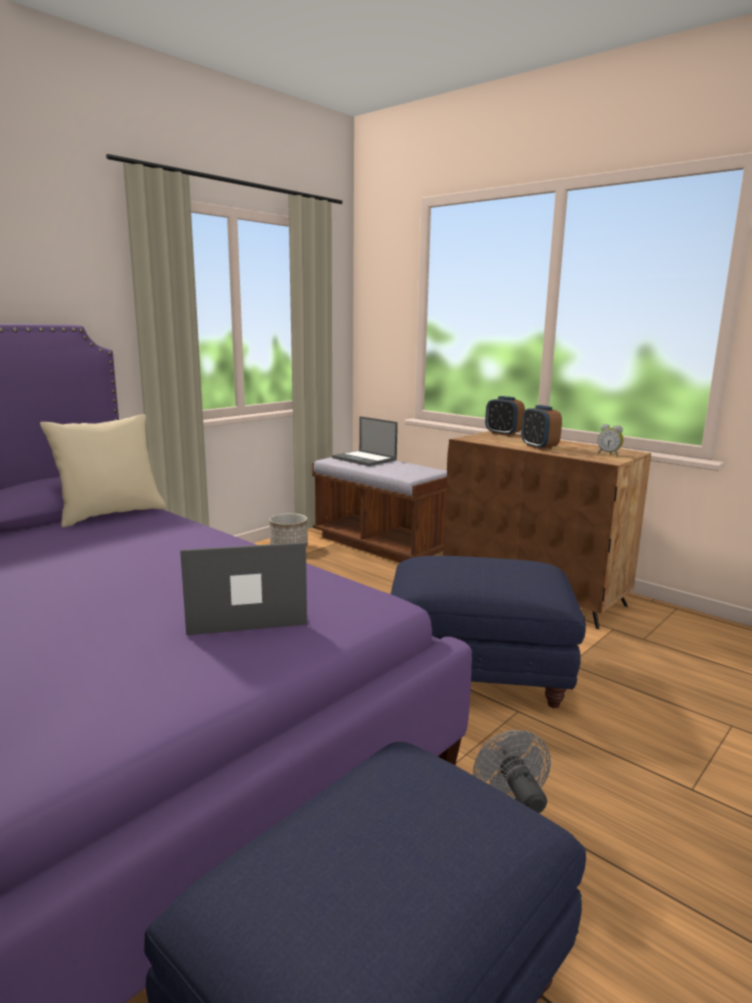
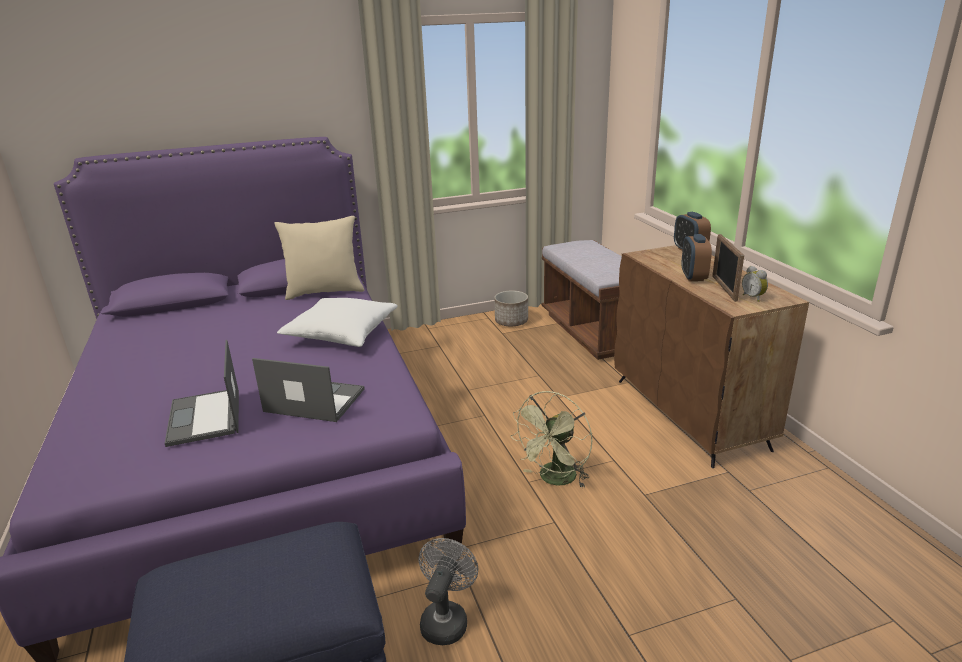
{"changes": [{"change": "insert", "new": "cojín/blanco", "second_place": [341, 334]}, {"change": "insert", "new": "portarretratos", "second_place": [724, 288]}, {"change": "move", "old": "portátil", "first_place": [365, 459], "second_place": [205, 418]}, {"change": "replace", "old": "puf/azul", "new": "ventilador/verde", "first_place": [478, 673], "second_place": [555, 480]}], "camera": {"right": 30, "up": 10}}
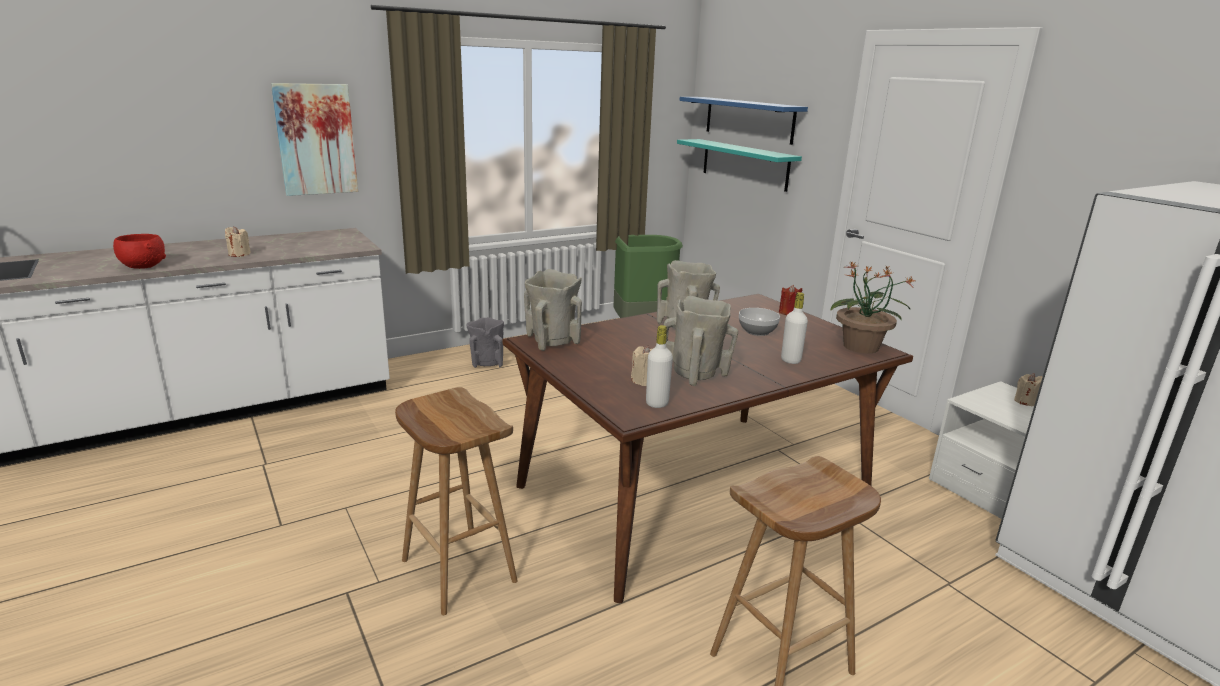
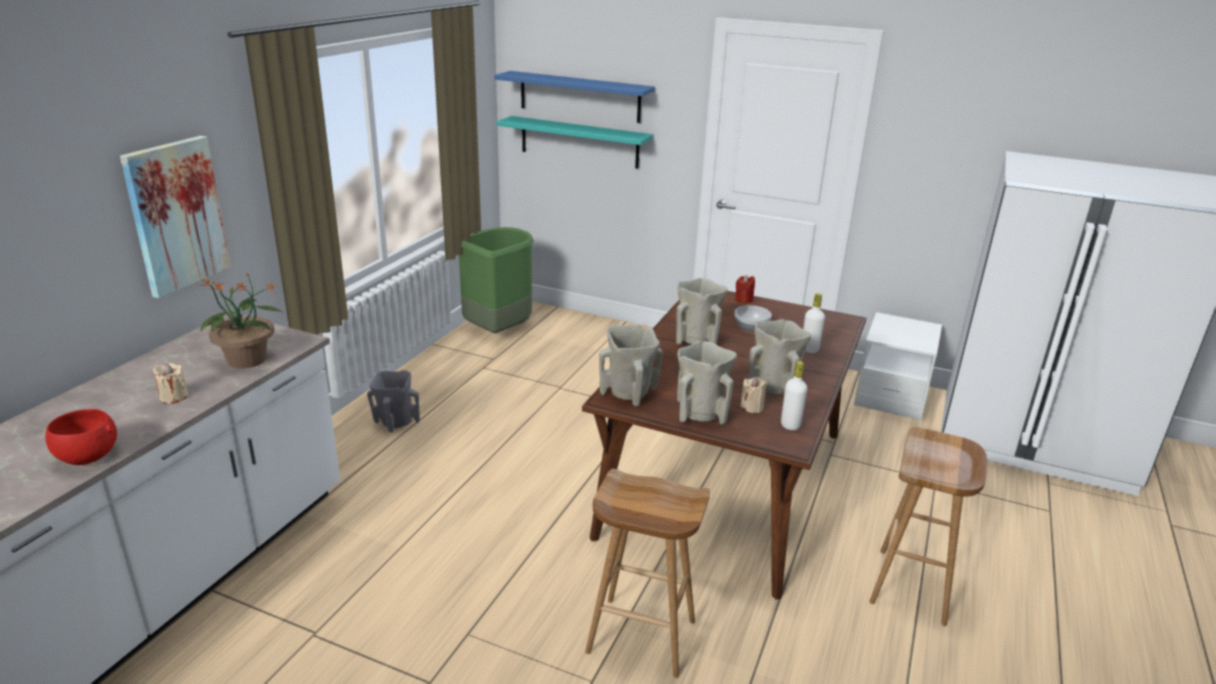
{"changes": [{"change": "delete", "old": "vela/beis", "first_place": [1025, 402]}, {"change": "insert", "new": "florero/beis", "second_place": [701, 413]}, {"change": "move", "old": "planta en maceta", "first_place": [861, 347], "second_place": [247, 360]}], "camera": {"right": -35, "up": 5}}
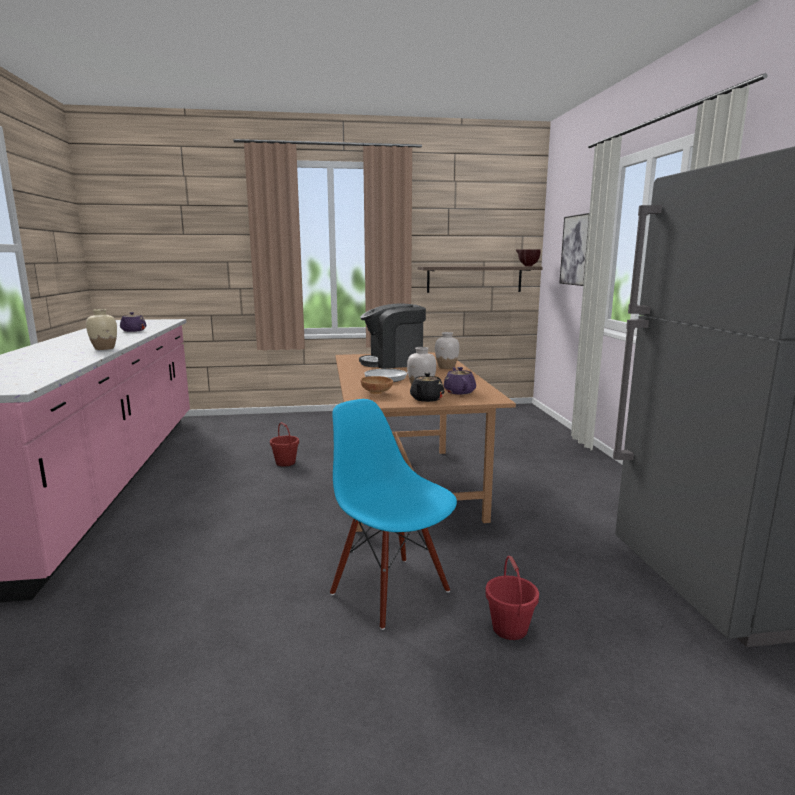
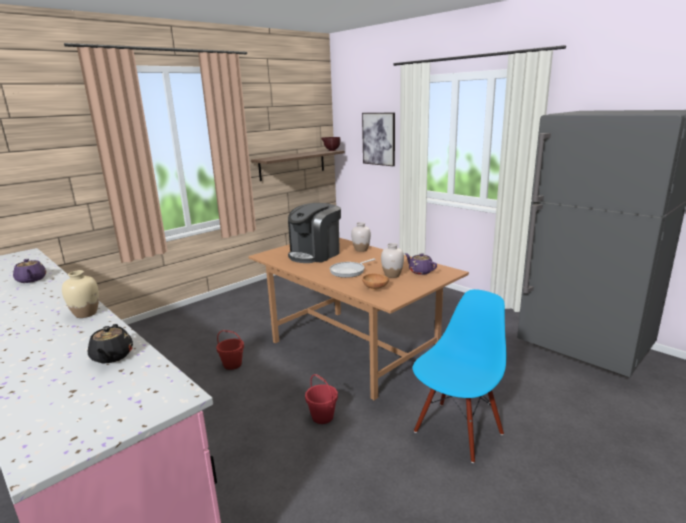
{"changes": [{"change": "move", "old": "tetera/negro", "first_place": [426, 399], "second_place": [112, 356]}, {"change": "move", "old": "cubo/rojo", "first_place": [509, 628], "second_place": [322, 417]}, {"change": "rotate", "old": "silla/azul", "first_place": [391, 591], "second_place": [457, 431], "degrees": 120}], "camera": {"right": -35, "up": 5}}
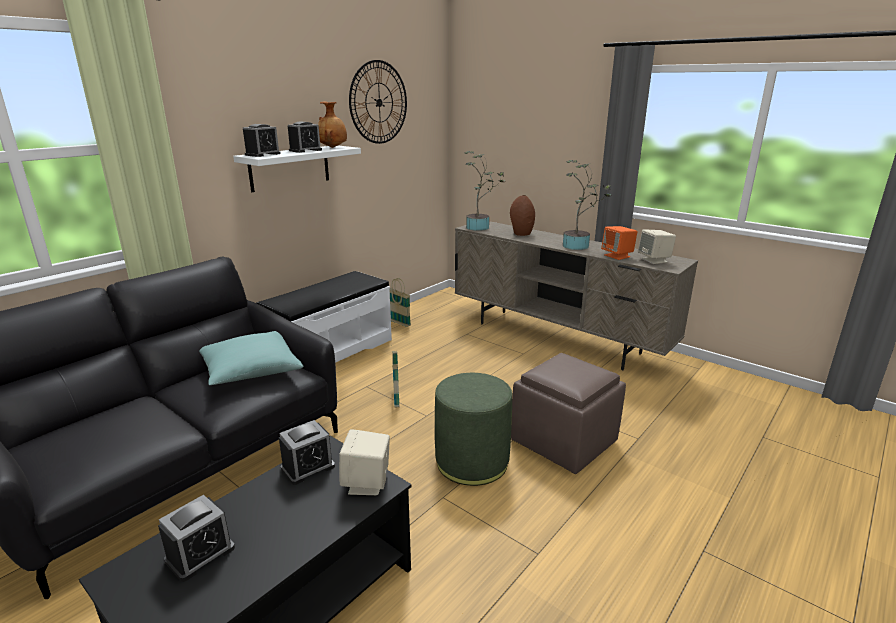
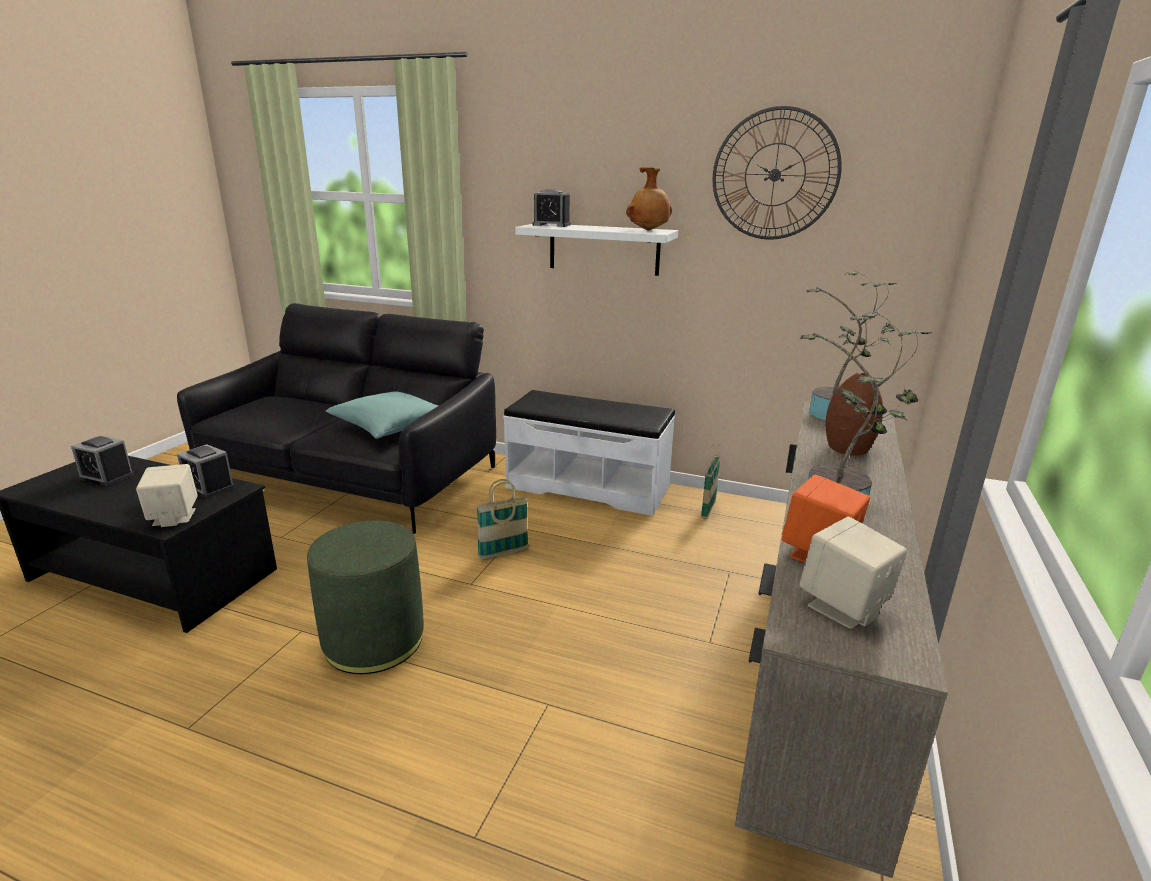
{"changes": [{"change": "delete", "old": "despertador", "first_place": [305, 150]}, {"change": "delete", "old": "puf/marrón", "first_place": [565, 441]}], "camera": {"right": 70, "up": 0}}
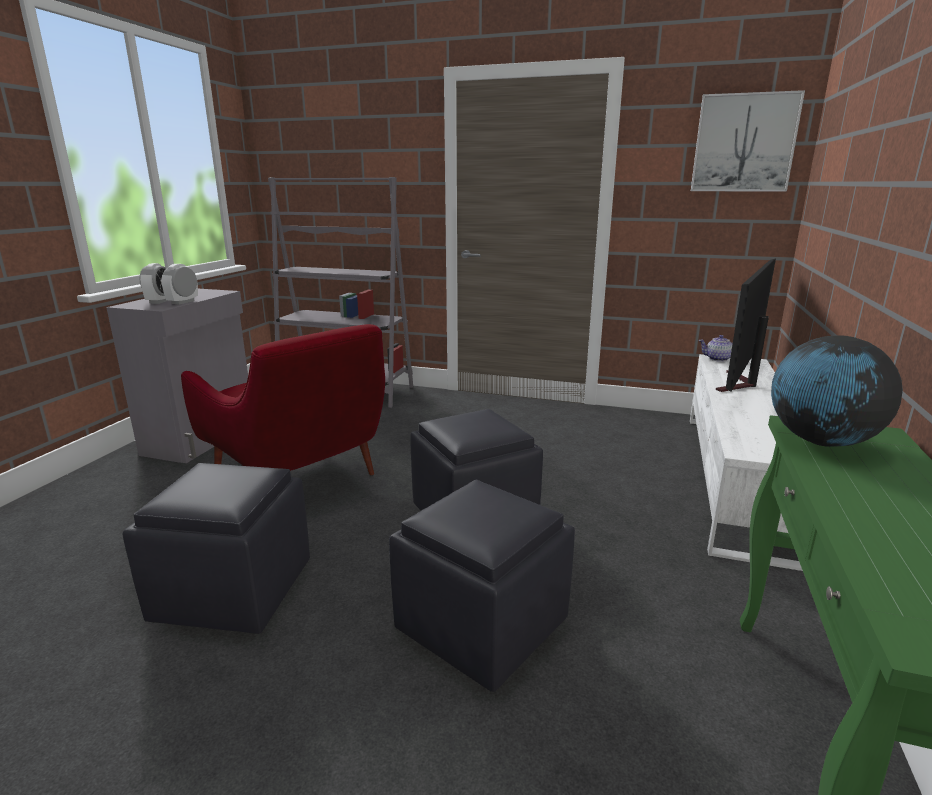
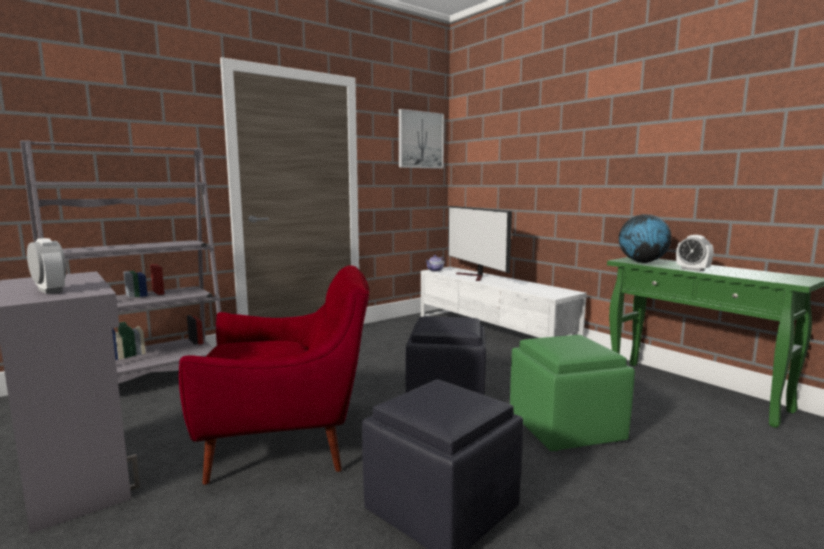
{"changes": [{"change": "move", "old": "despertador", "first_place": [183, 302], "second_place": [692, 269]}, {"change": "recolor", "old": "puf/negro", "new": "puf/verde", "first_place": [482, 626], "second_place": [567, 428]}], "camera": {"right": -55, "up": -10}}
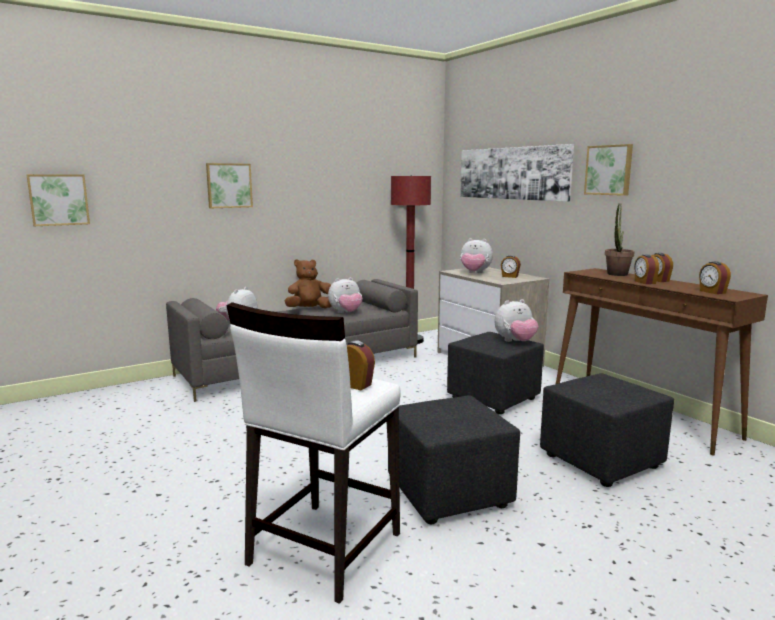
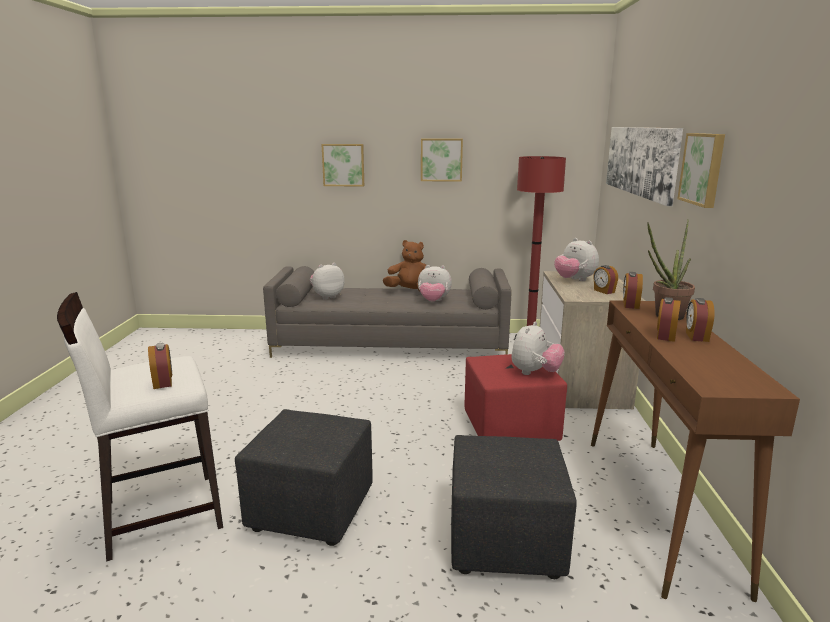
{"changes": [{"change": "move", "old": "cuadro", "first_place": [58, 199], "second_place": [441, 159]}, {"change": "move", "old": "despertador", "first_place": [712, 292], "second_place": [630, 305]}, {"change": "recolor", "old": "puf/negro", "new": "puf/rojo", "first_place": [494, 398], "second_place": [511, 430]}, {"change": "rotate", "old": "peluche", "first_place": [515, 342], "second_place": [535, 373], "degrees": -75}], "camera": {"right": 35, "up": 5}}
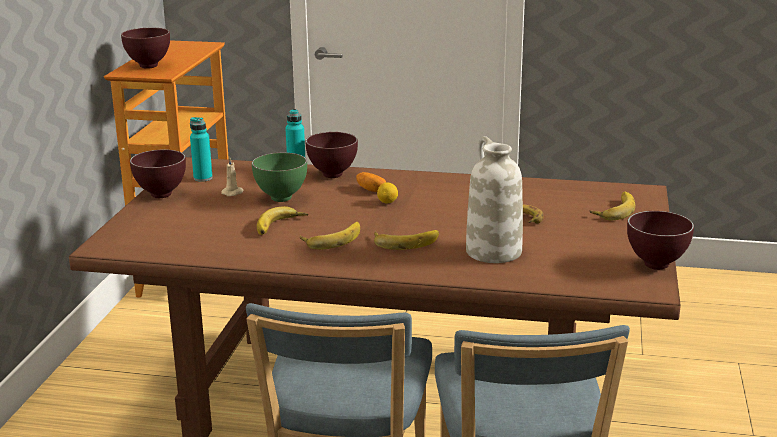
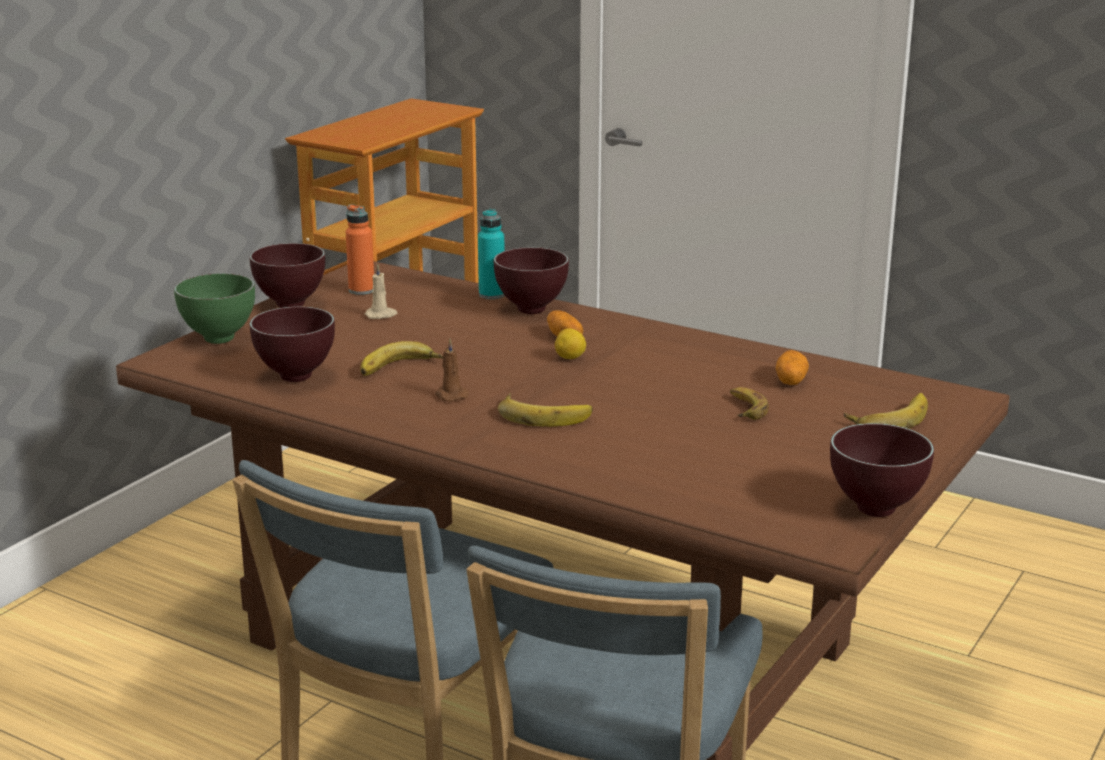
{"changes": [{"change": "delete", "old": "florero/blanco", "first_place": [492, 251]}, {"change": "insert", "new": "patata", "second_place": [790, 380]}, {"change": "move", "old": "cuenco/marrón", "first_place": [150, 66], "second_place": [297, 377]}, {"change": "move", "old": "cuenco/verde", "first_place": [281, 198], "second_place": [220, 339]}, {"change": "replace", "old": "plátano", "new": "vela/marrón", "first_place": [332, 238], "second_place": [450, 395]}, {"change": "recolor", "old": "botella/turquesa", "new": "botella/naranja", "first_place": [203, 178], "second_place": [361, 290]}], "camera": {"right": 20, "up": 0}}
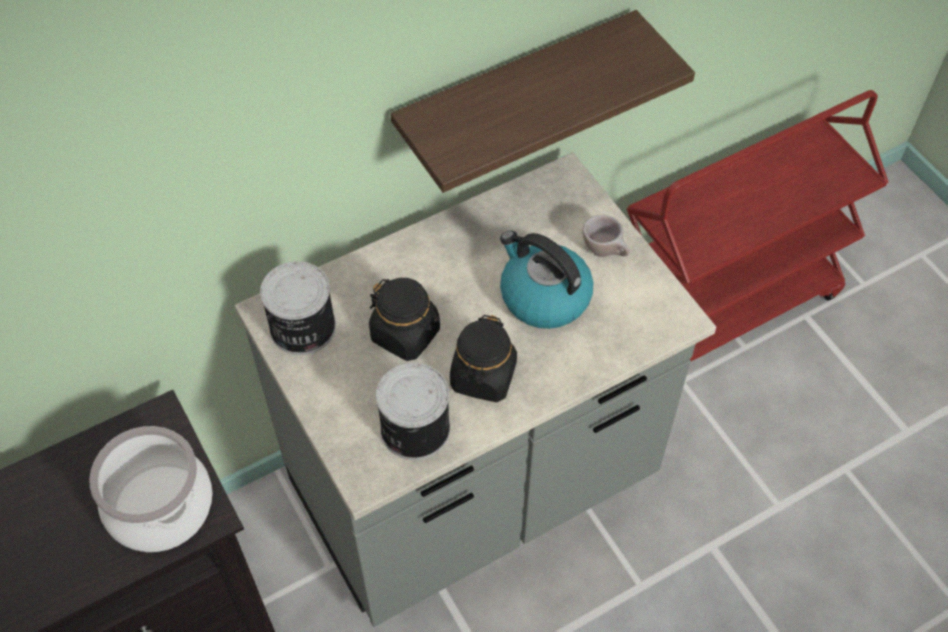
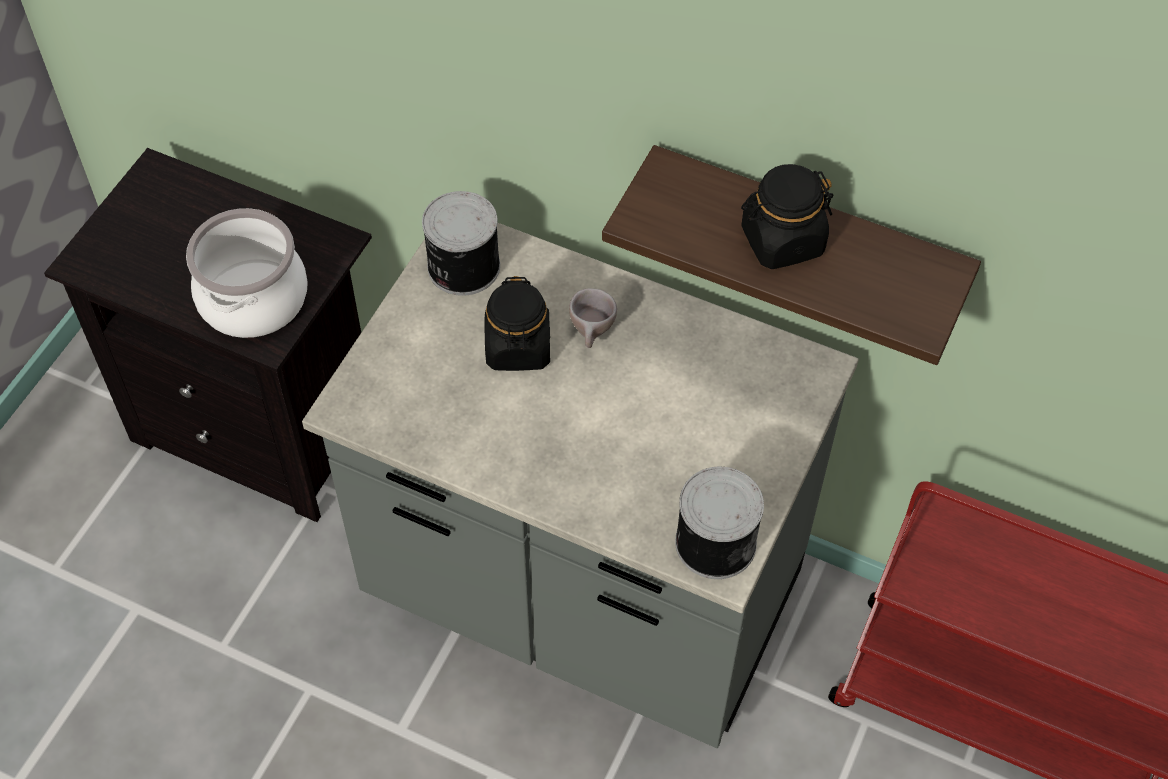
{"changes": [{"change": "delete", "old": "hervidor", "first_place": [543, 296]}, {"change": "move", "old": "lata", "first_place": [413, 429], "second_place": [713, 541]}, {"change": "move", "old": "tarro/negro", "first_place": [483, 377], "second_place": [782, 241]}, {"change": "move", "old": "taza/beis", "first_place": [605, 251], "second_place": [592, 335]}], "camera": {"right": 55, "up": 0}}
